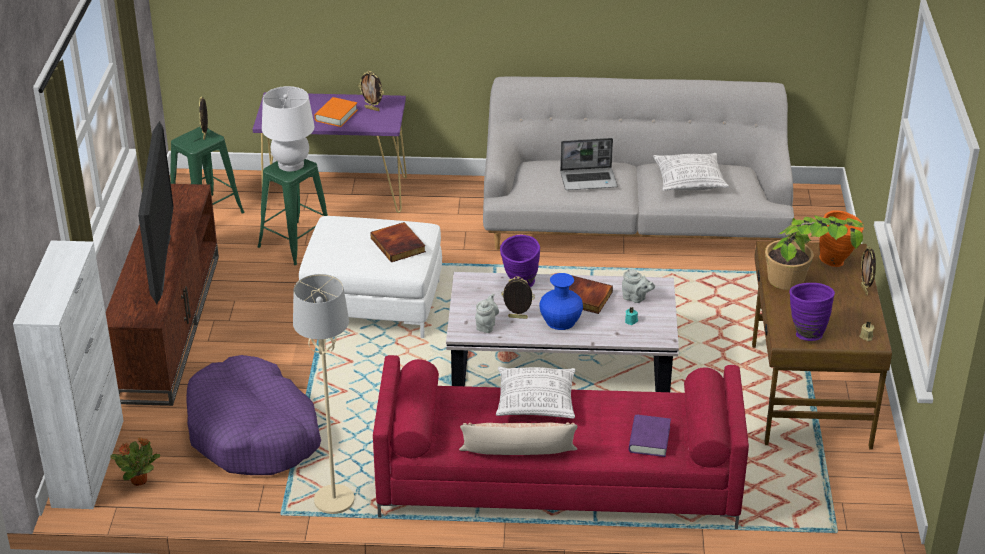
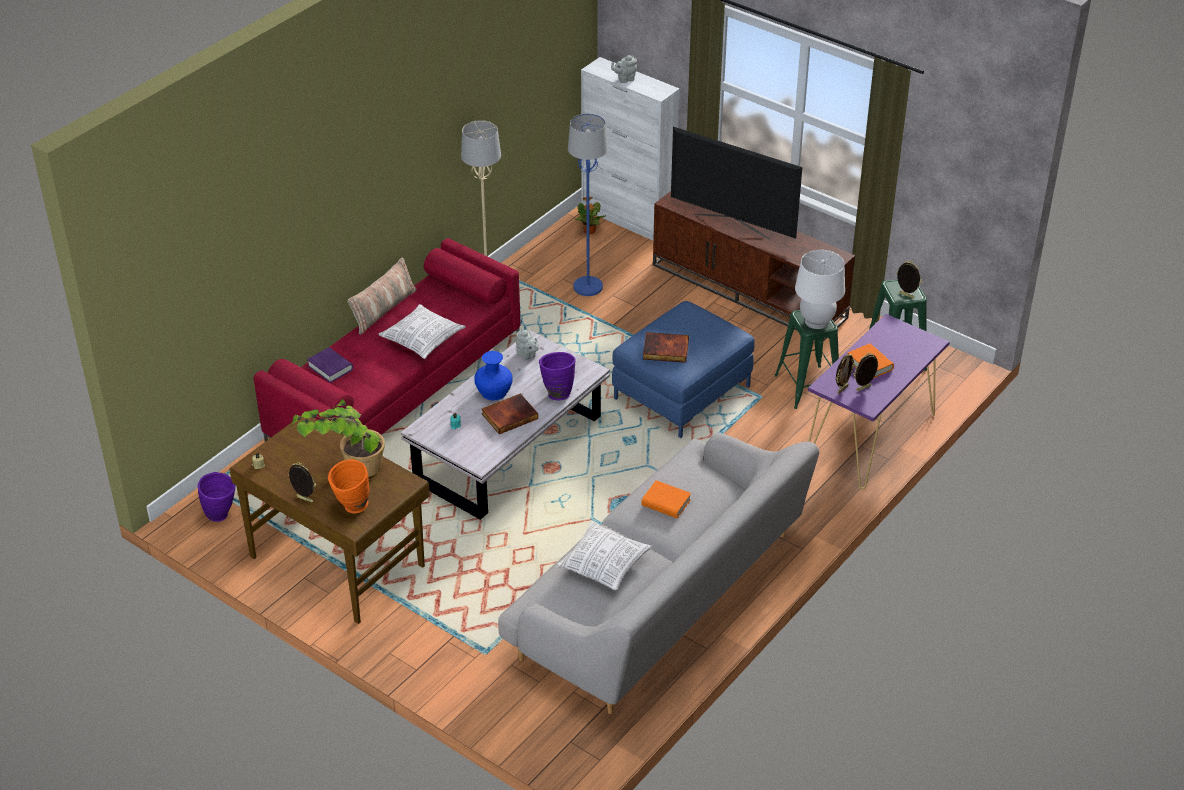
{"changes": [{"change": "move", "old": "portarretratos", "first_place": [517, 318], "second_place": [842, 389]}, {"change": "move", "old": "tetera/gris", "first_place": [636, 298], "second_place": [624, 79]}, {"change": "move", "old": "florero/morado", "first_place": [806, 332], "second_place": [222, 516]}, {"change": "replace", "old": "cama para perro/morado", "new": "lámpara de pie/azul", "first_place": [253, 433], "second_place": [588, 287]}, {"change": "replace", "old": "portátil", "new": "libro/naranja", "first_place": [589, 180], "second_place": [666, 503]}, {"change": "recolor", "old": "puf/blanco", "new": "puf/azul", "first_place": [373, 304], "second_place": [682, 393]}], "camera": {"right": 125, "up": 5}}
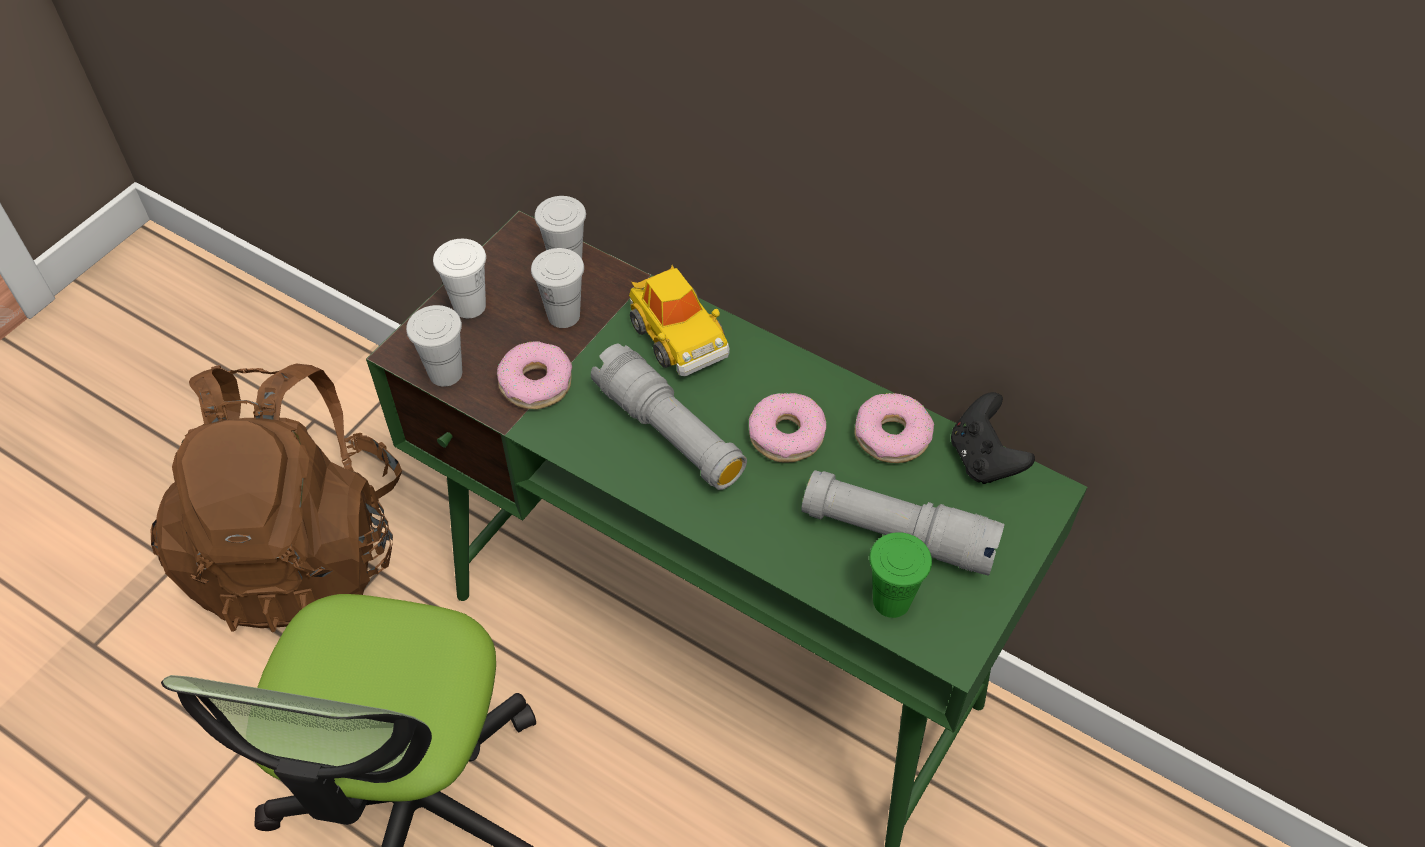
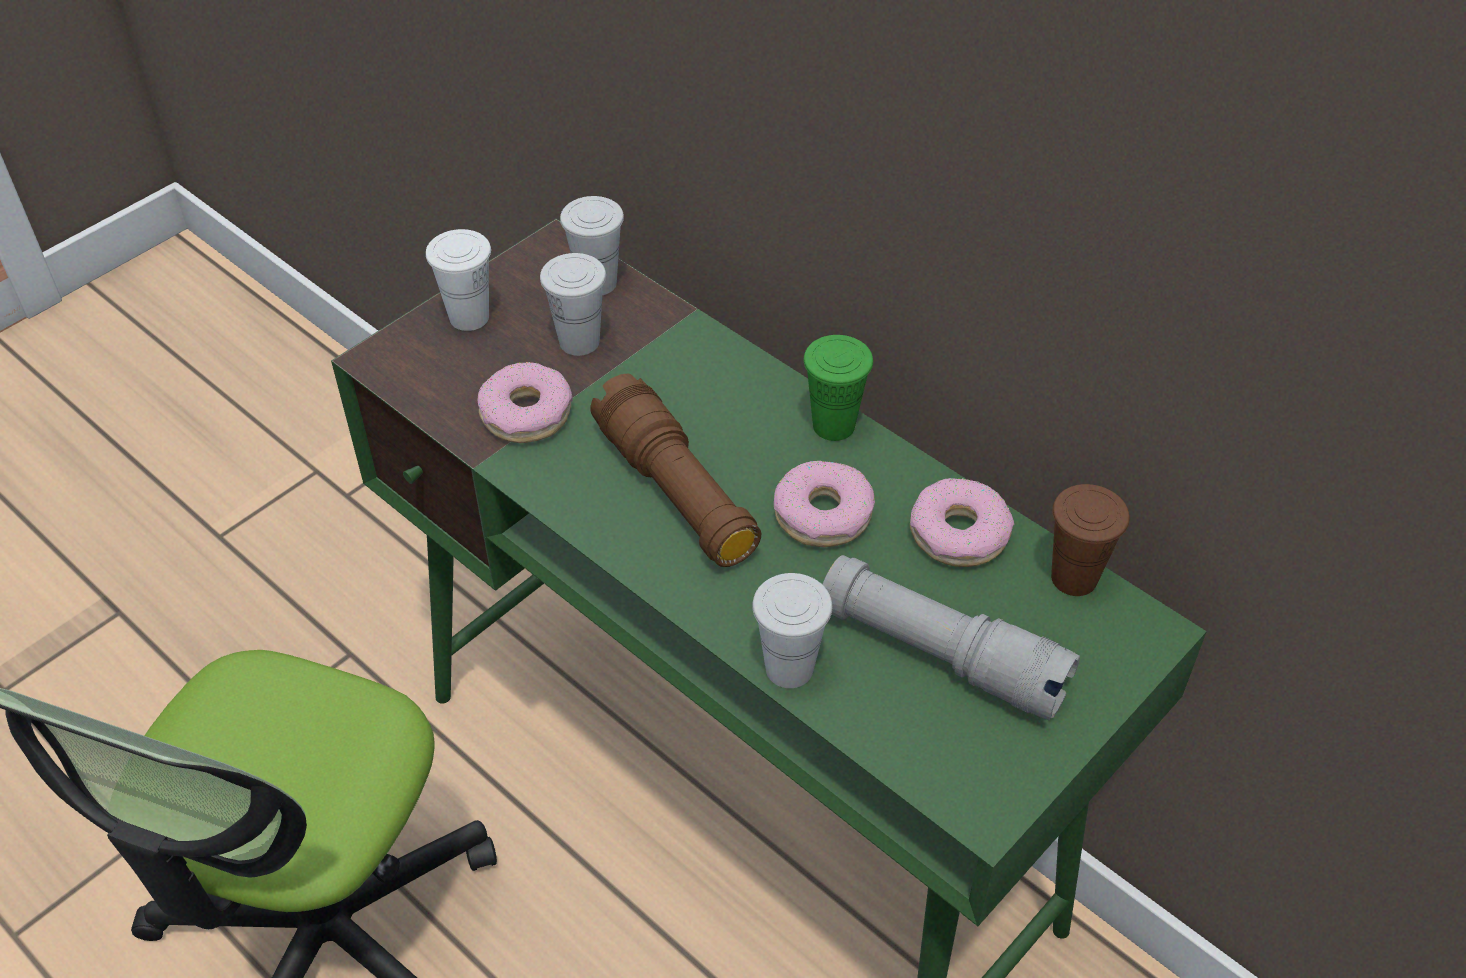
{"changes": [{"change": "delete", "old": "mochila/marrón", "first_place": [301, 549]}, {"change": "delete", "old": "coche de juguete", "first_place": [678, 336]}, {"change": "move", "old": "taza/blanco", "first_place": [445, 373], "second_place": [789, 668]}, {"change": "move", "old": "taza/verde", "first_place": [891, 601], "second_place": [833, 425]}, {"change": "replace", "old": "mando de consola/negro", "new": "taza/marrón", "first_place": [984, 459], "second_place": [1074, 578]}, {"change": "recolor", "old": "linterna/gris", "new": "linterna/marrón", "first_place": [669, 432], "second_place": [676, 492]}], "camera": {"right": 10, "up": -5}}
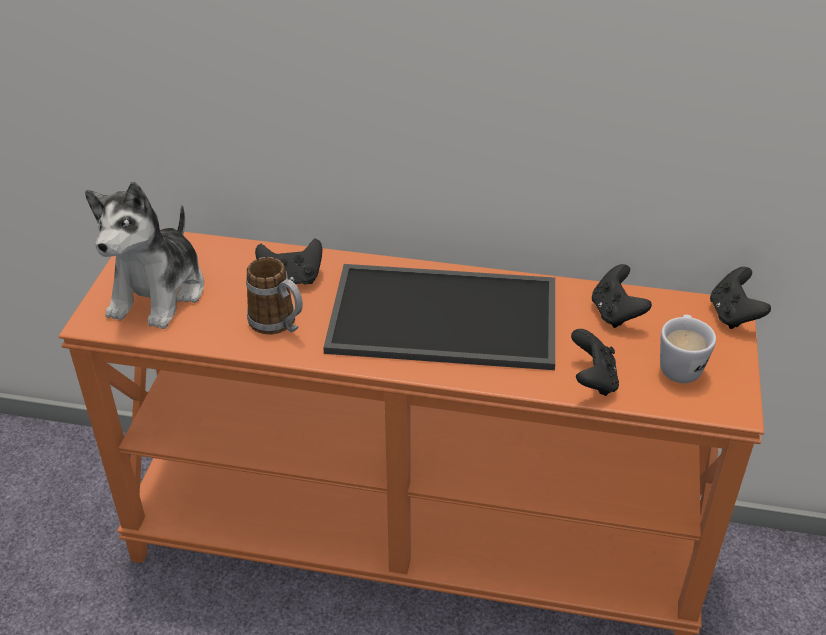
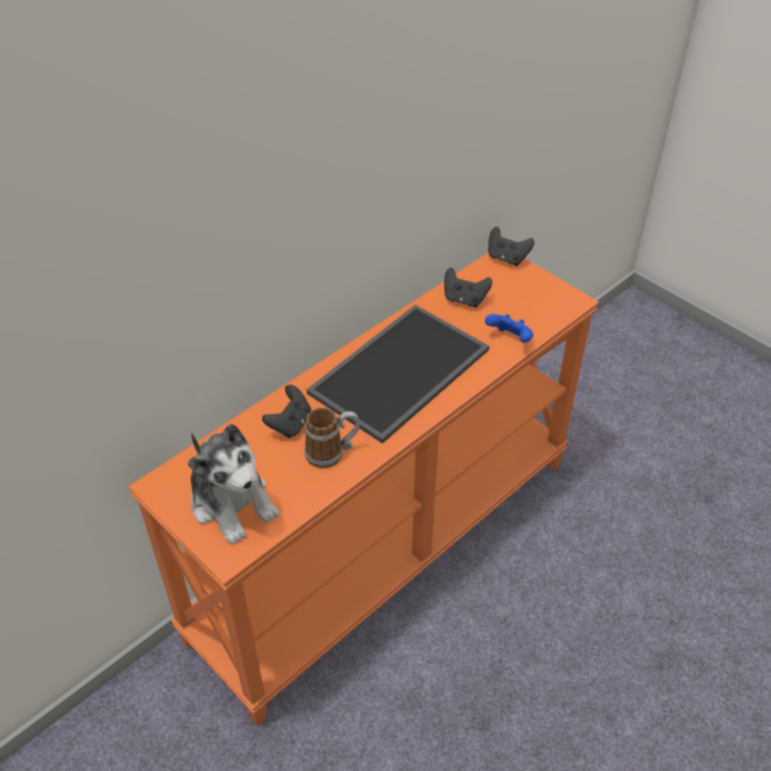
{"changes": [{"change": "delete", "old": "taza grande/blanco", "first_place": [680, 364]}, {"change": "recolor", "old": "mando de consola/negro", "new": "mando de consola/azul", "first_place": [593, 380], "second_place": [510, 339]}], "camera": {"right": -55, "up": 5}}
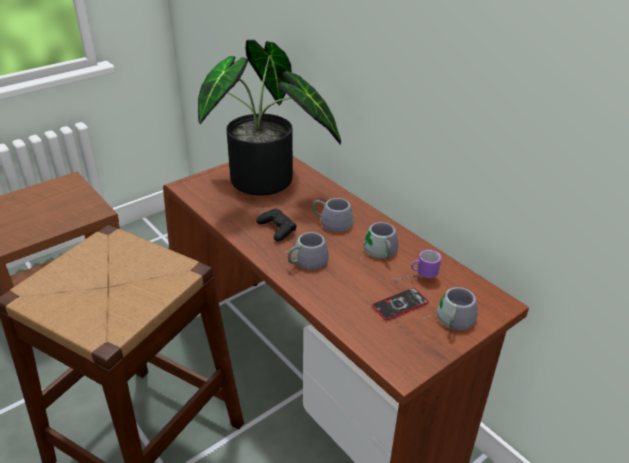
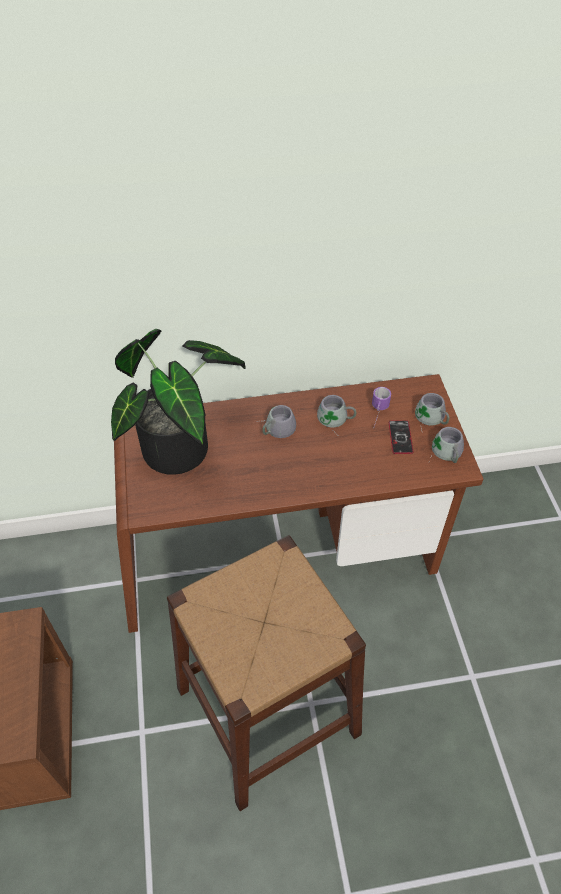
{"changes": [{"change": "delete", "old": "mando de consola/negro", "first_place": [277, 229]}, {"change": "move", "old": "taza grande/gris", "first_place": [304, 259], "second_place": [444, 453]}], "camera": {"right": -60, "up": 15}}
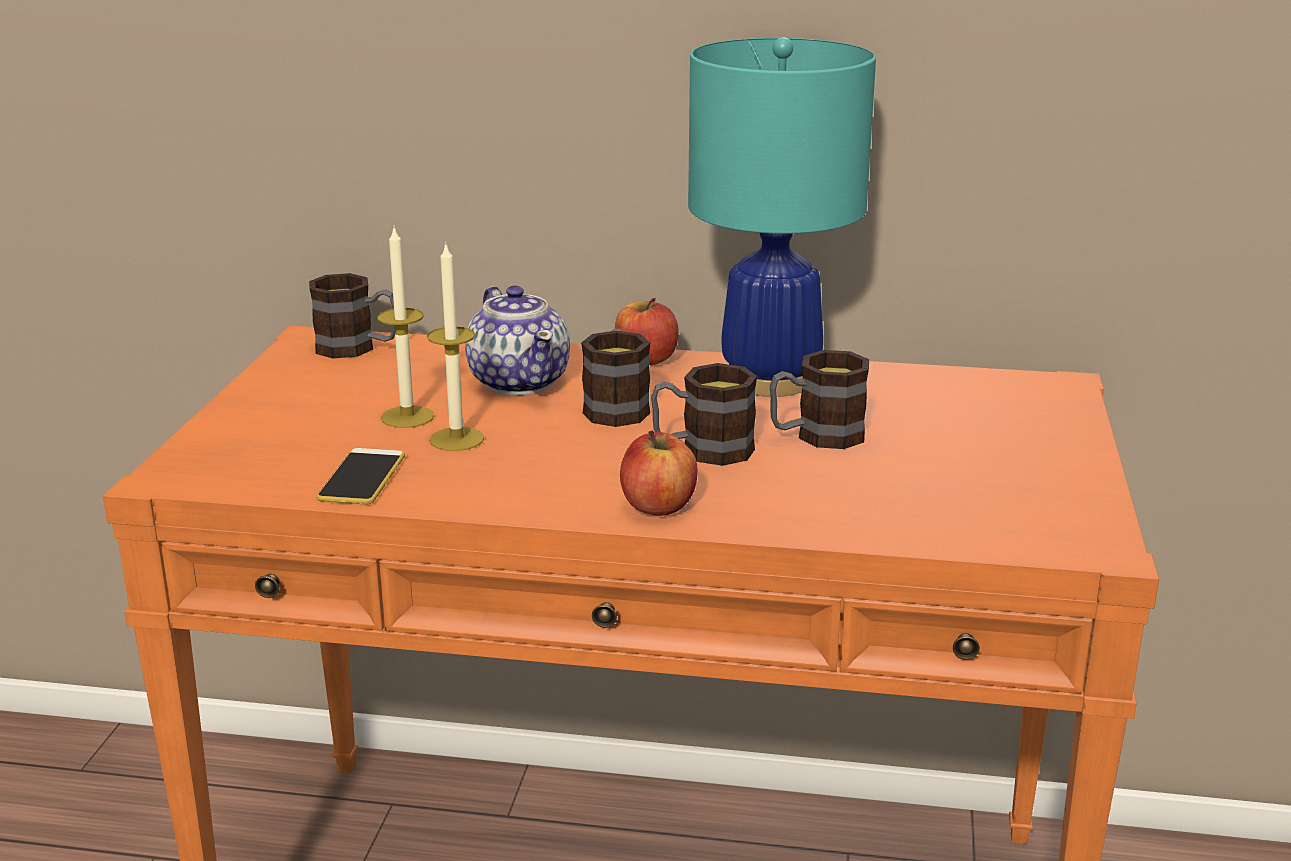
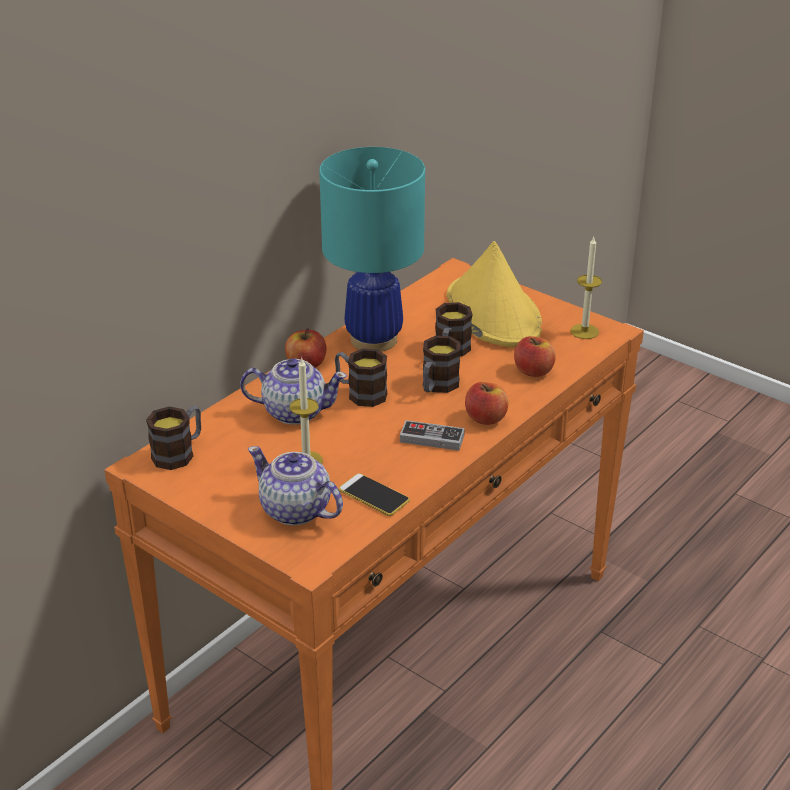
{"changes": [{"change": "insert", "new": "tetera", "second_place": [296, 511]}, {"change": "insert", "new": "mando de consola", "second_place": [432, 438]}, {"change": "insert", "new": "sombrero/amarillo", "second_place": [492, 313]}, {"change": "insert", "new": "manzana", "second_place": [533, 371]}, {"change": "move", "old": "vela", "first_place": [456, 439], "second_place": [584, 331]}], "camera": {"right": -60, "up": 10}}
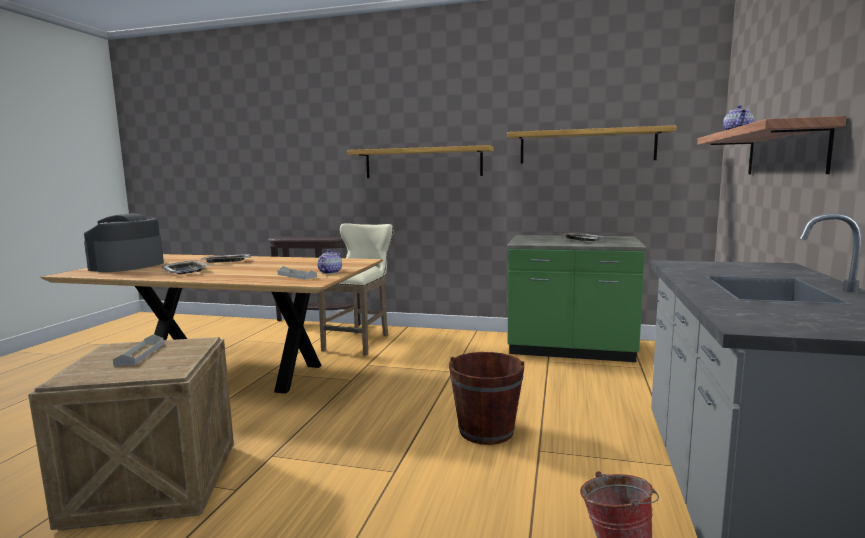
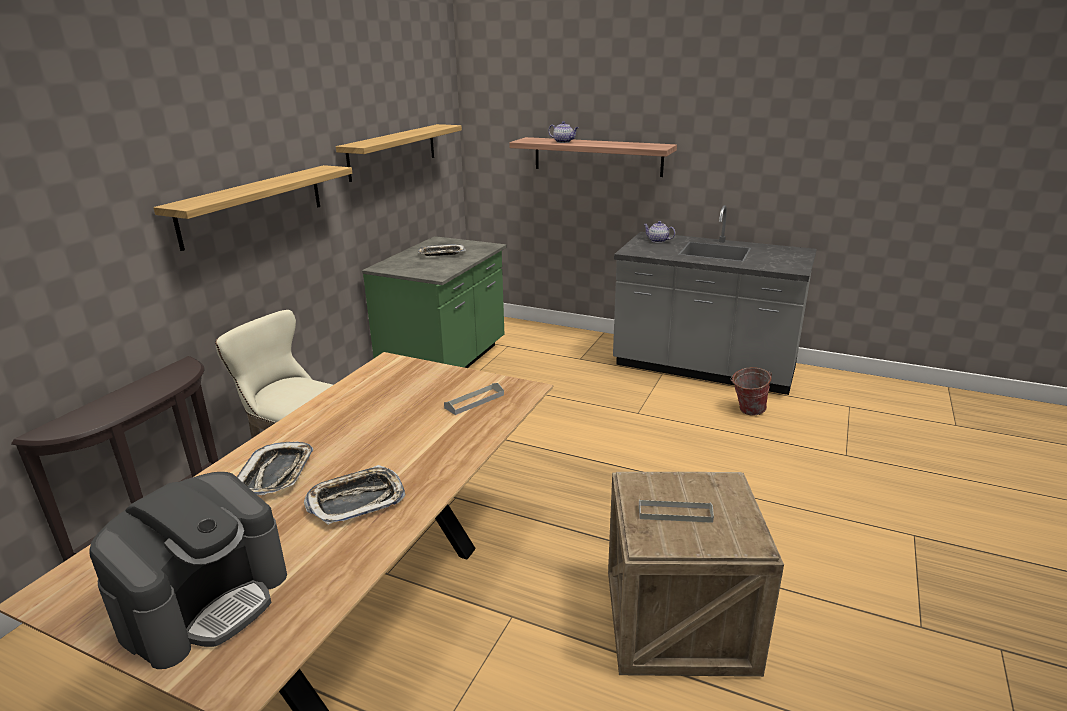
{"changes": [{"change": "delete", "old": "cubo/marrón", "first_place": [486, 431]}, {"change": "move", "old": "tetera", "first_place": [329, 272], "second_place": [658, 241]}, {"change": "rotate", "old": "cafetera", "first_place": [127, 266], "second_place": [206, 601], "degrees": -90}], "camera": {"right": -80, "up": 15}}
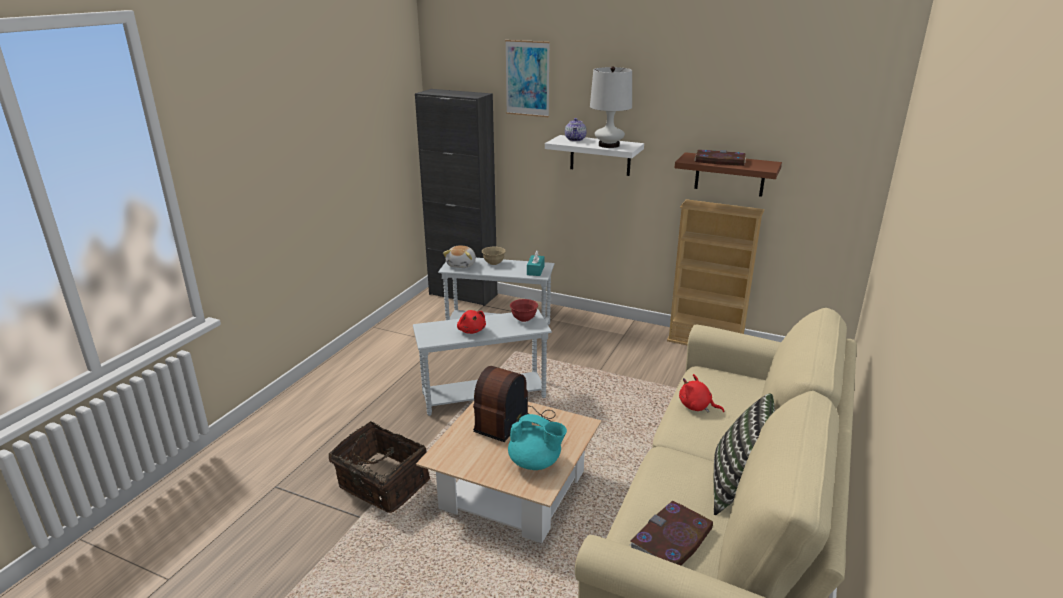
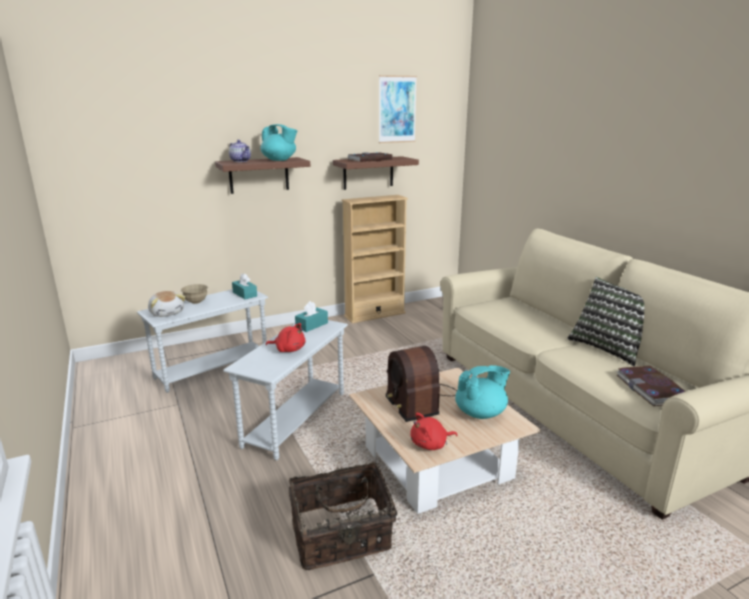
{"changes": [{"change": "delete", "old": "armario/negro", "first_place": [463, 294]}, {"change": "move", "old": "cuadro", "first_place": [527, 78], "second_place": [397, 109]}, {"change": "move", "old": "peluche/rojo", "first_place": [696, 407], "second_place": [430, 444]}, {"change": "replace", "old": "cuenco/rojo", "new": "caja de pañuelos/turquesa", "first_place": [524, 319], "second_place": [311, 325]}, {"change": "replace", "old": "lámpara de mesa/blanco", "new": "tetera/turquesa", "first_place": [609, 145], "second_place": [279, 160]}, {"change": "recolor", "old": "estante/blanco", "new": "estante/marrón", "first_place": [600, 155], "second_place": [259, 175]}], "camera": {"right": -50, "up": -5}}
